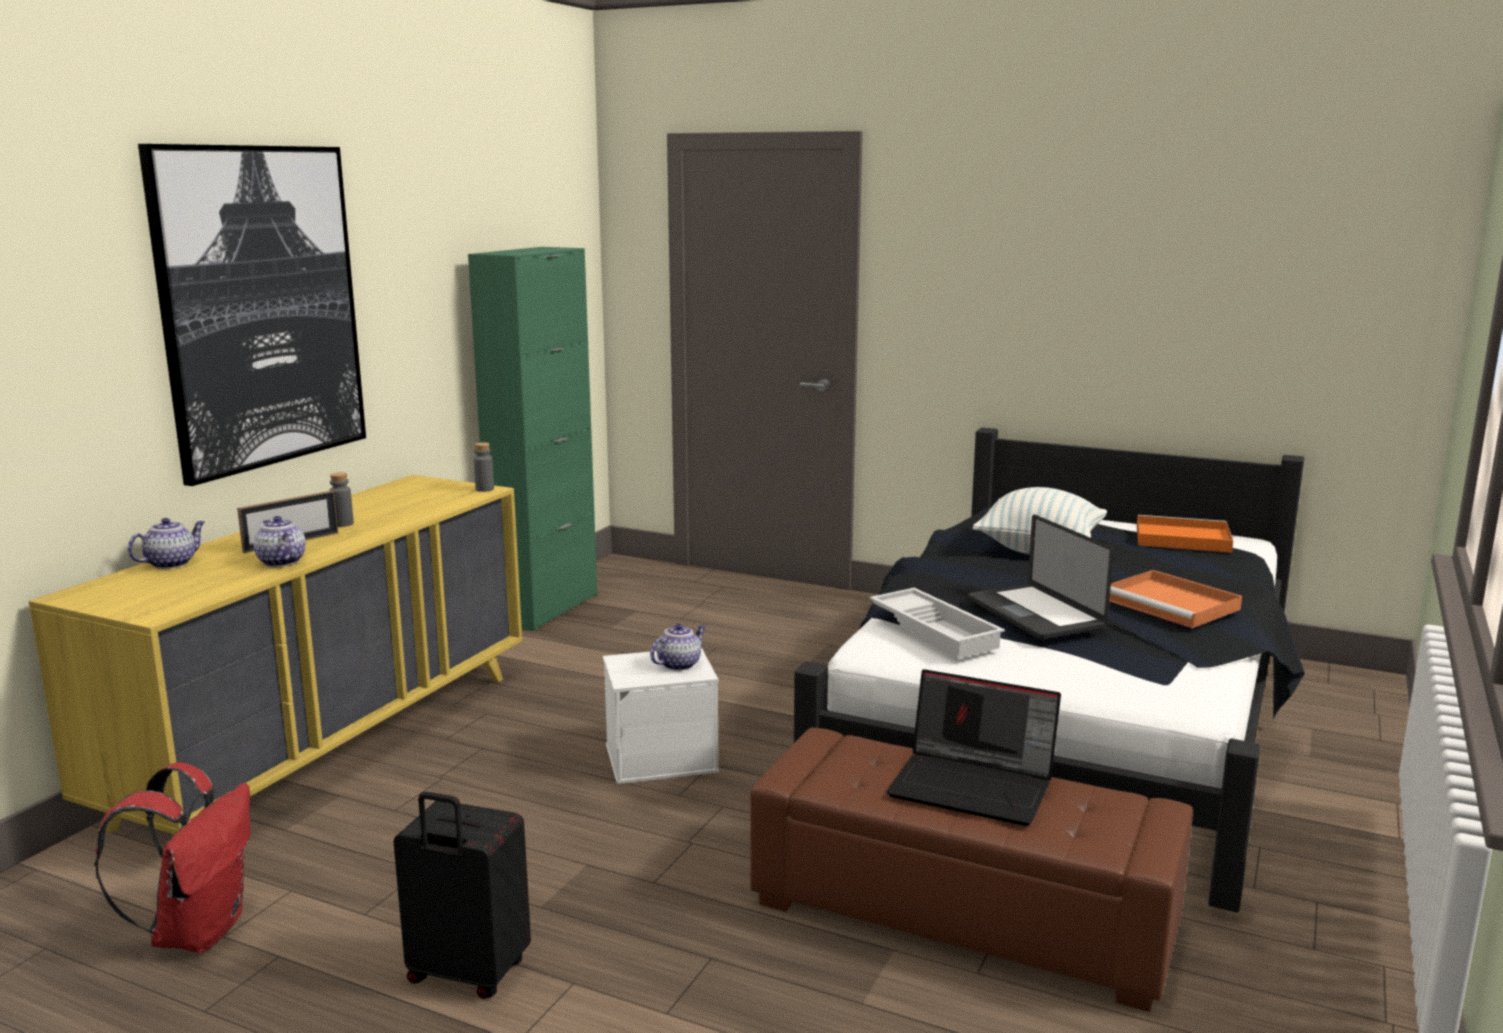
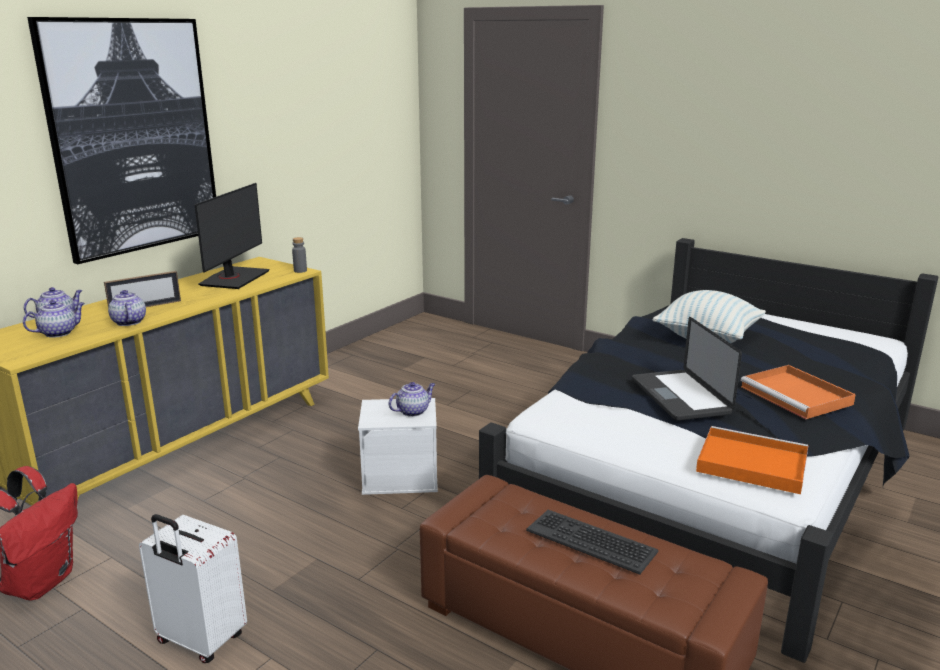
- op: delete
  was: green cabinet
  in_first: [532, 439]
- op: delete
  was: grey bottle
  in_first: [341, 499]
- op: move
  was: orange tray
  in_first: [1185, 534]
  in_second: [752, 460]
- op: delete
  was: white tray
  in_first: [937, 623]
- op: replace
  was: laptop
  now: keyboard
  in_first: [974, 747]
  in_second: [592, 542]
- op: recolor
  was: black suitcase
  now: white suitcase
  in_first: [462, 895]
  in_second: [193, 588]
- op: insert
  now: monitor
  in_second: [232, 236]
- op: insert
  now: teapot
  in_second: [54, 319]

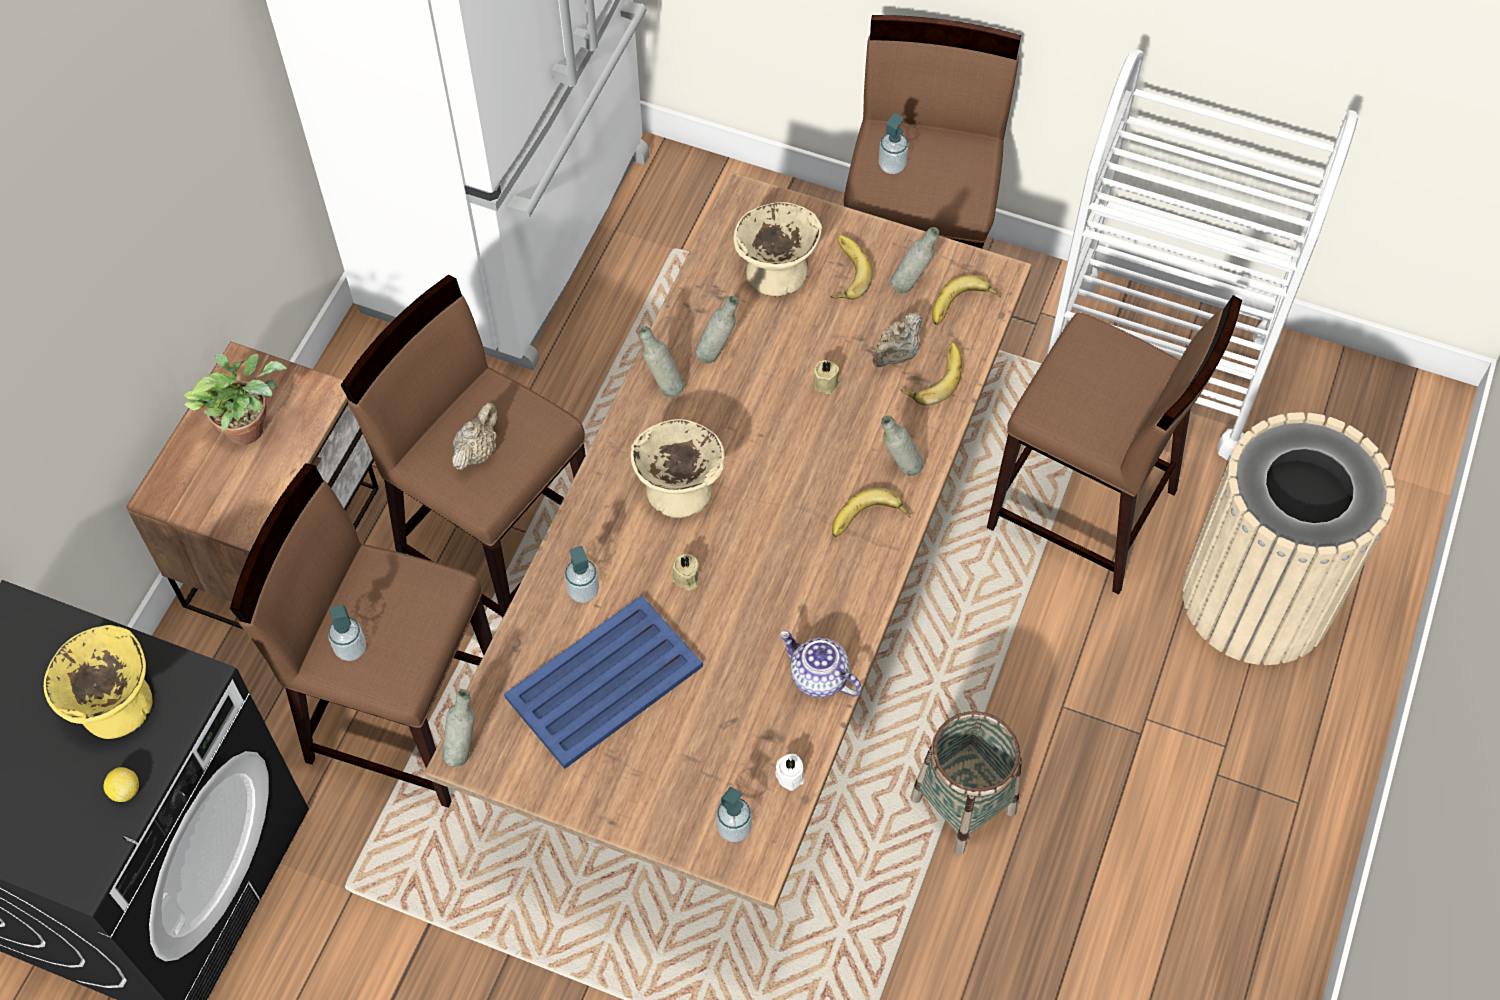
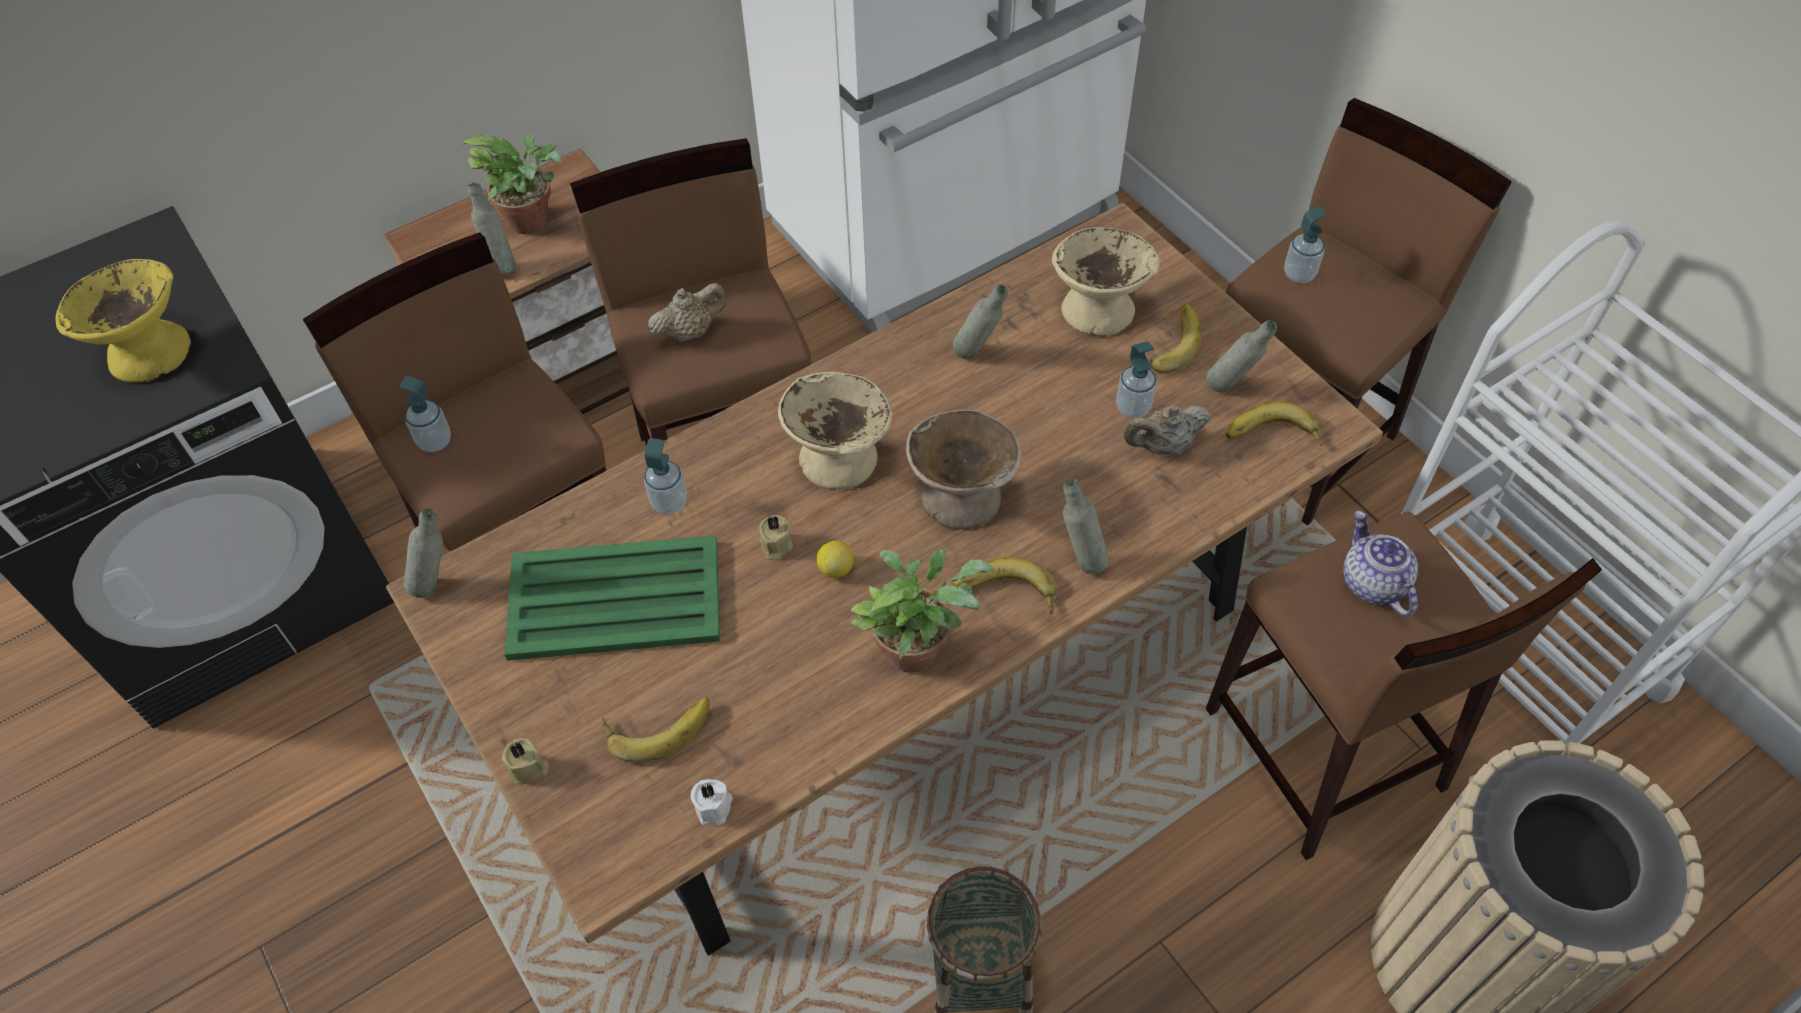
- op: move
  was: grey bottle
  in_first: [661, 361]
  in_second: [492, 228]
- op: move
  was: banana
  in_first: [931, 374]
  in_second: [655, 730]
- op: move
  was: beige candle
  in_first: [827, 377]
  in_second: [525, 762]
- op: recolor
  was: blue tray
  now: green tray
  in_first: [603, 682]
  in_second: [612, 598]
- op: move
  was: teapot
  in_first: [821, 664]
  in_second: [1380, 564]
- op: move
  was: lemon
  in_first: [121, 784]
  in_second: [835, 559]
- op: move
  was: soap dispenser
  in_first: [734, 814]
  in_second: [1136, 380]
- op: insert
  now: beige bowl
  in_second: [963, 470]
- op: insert
  now: potted plant
  in_second: [922, 611]

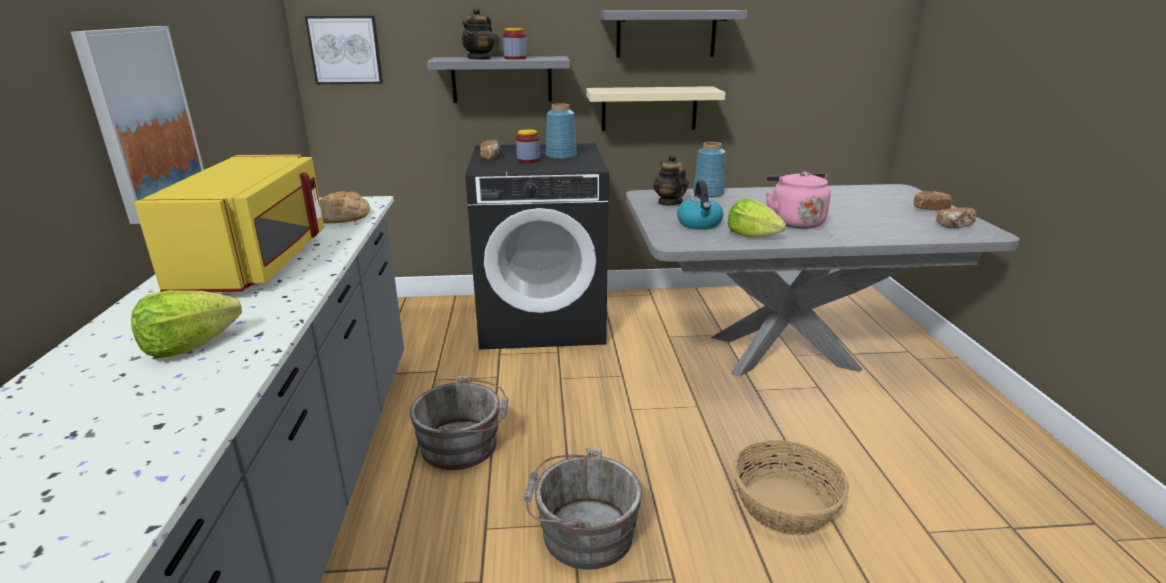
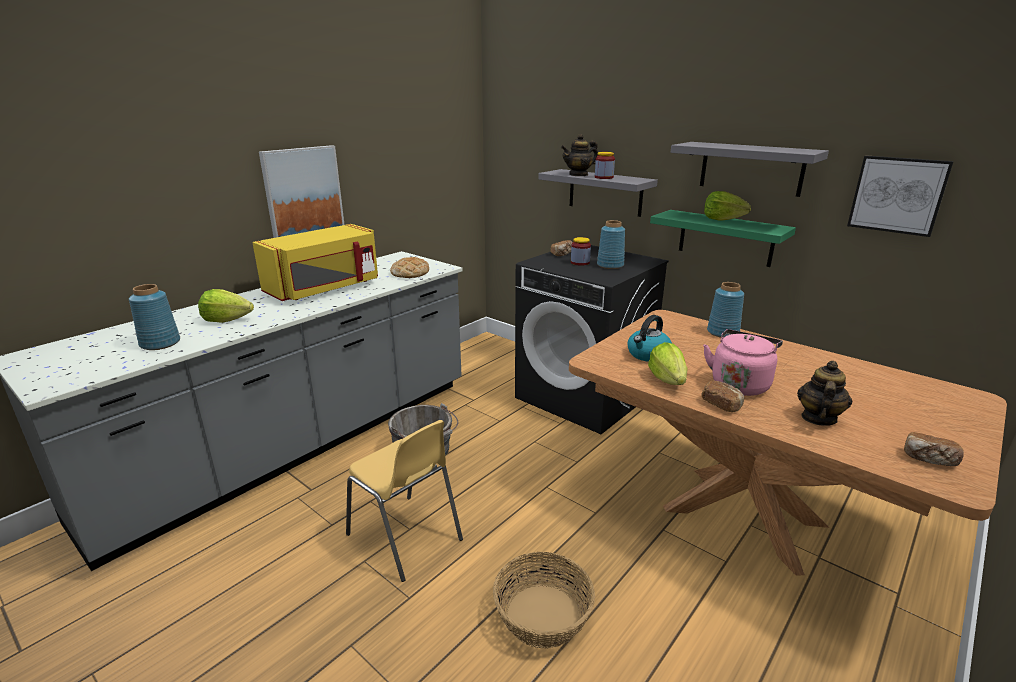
- op: move
  was: picture
  in_first: [344, 50]
  in_second: [900, 196]
- op: recolor
  was: beige shelf
  now: green shelf
  in_first: [656, 108]
  in_second: [723, 238]
- op: move
  was: teapot
  in_first: [671, 180]
  in_second: [824, 393]
- op: recolor
  was: grey dining table
  now: brown dining table
  in_first: [823, 280]
  in_second: [788, 443]
- op: move
  was: bread
  in_first: [933, 200]
  in_second: [723, 396]
- op: replace
  was: grey bucket
  now: yellow chair
  in_first: [582, 509]
  in_second: [404, 501]
- op: insert
  now: lettuce
  in_second: [727, 206]
- op: insert
  now: blue vase
  in_second: [154, 317]

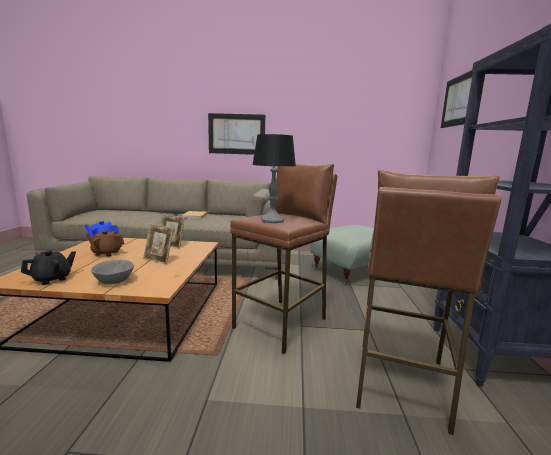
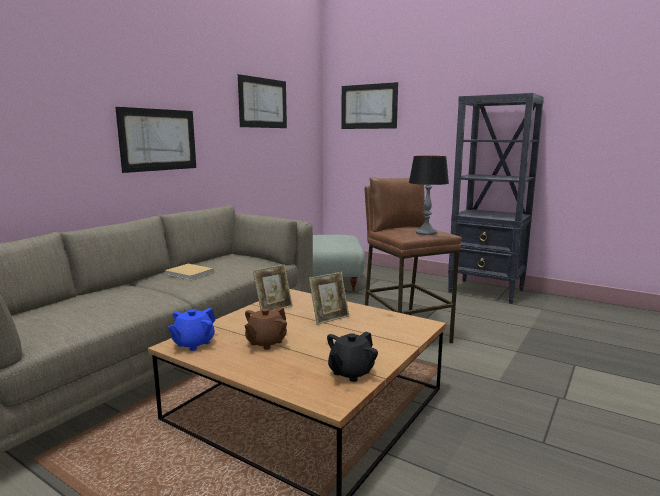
- op: delete
  was: brown stool
  in_first: [428, 302]
- op: rotate
  was: black teapot
  in_first: [48, 267]
  in_second: [352, 357]
  clockwise: -120
- op: delete
  was: grey bowl
  in_first: [112, 272]
- op: insert
  now: picture
  in_second: [262, 101]

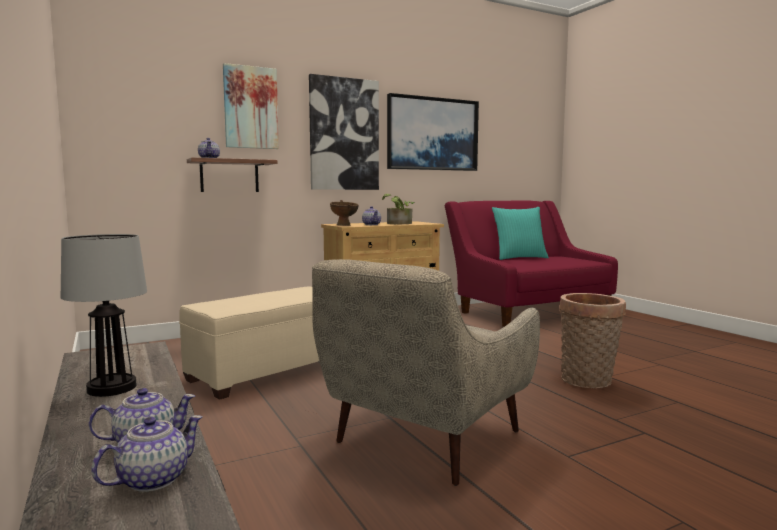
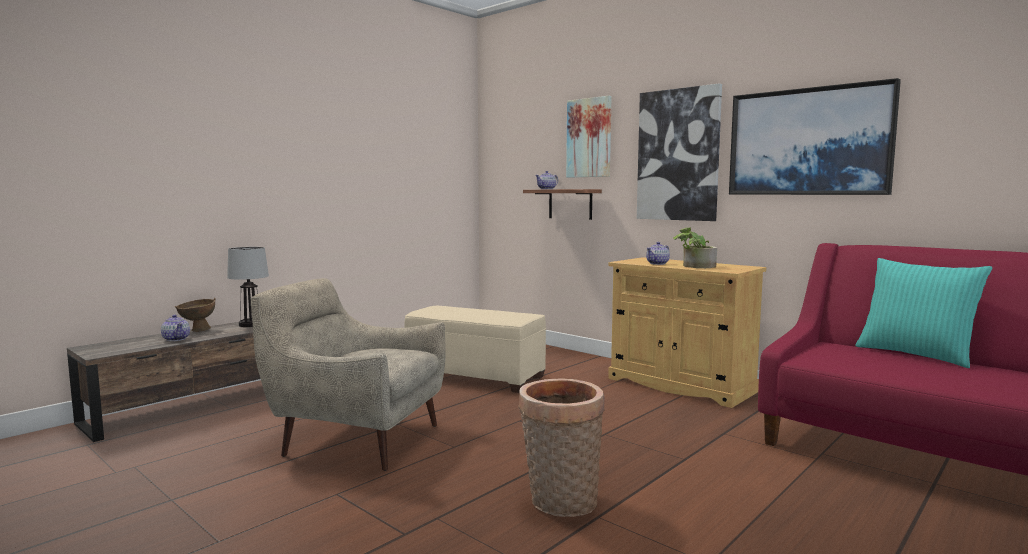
- op: move
  was: brown bowl
  in_first: [344, 213]
  in_second: [195, 315]
- op: delete
  was: teapot
  in_first: [147, 453]

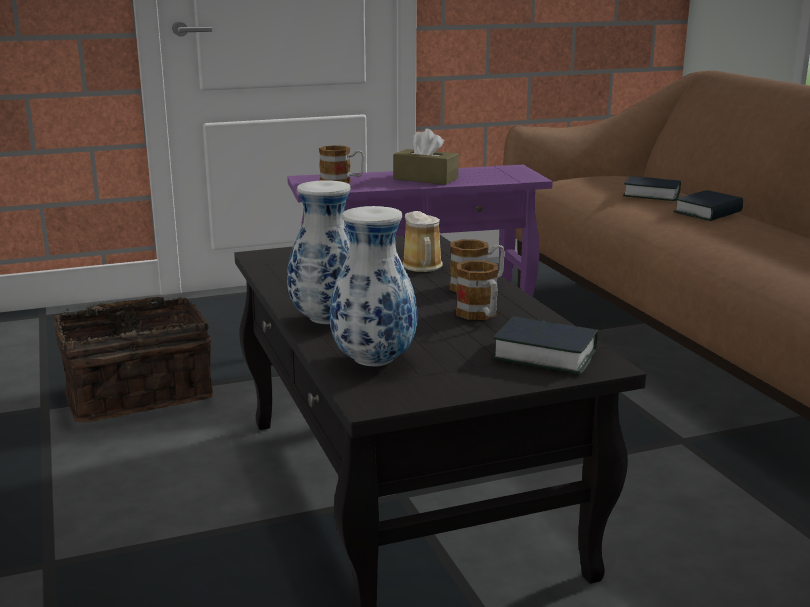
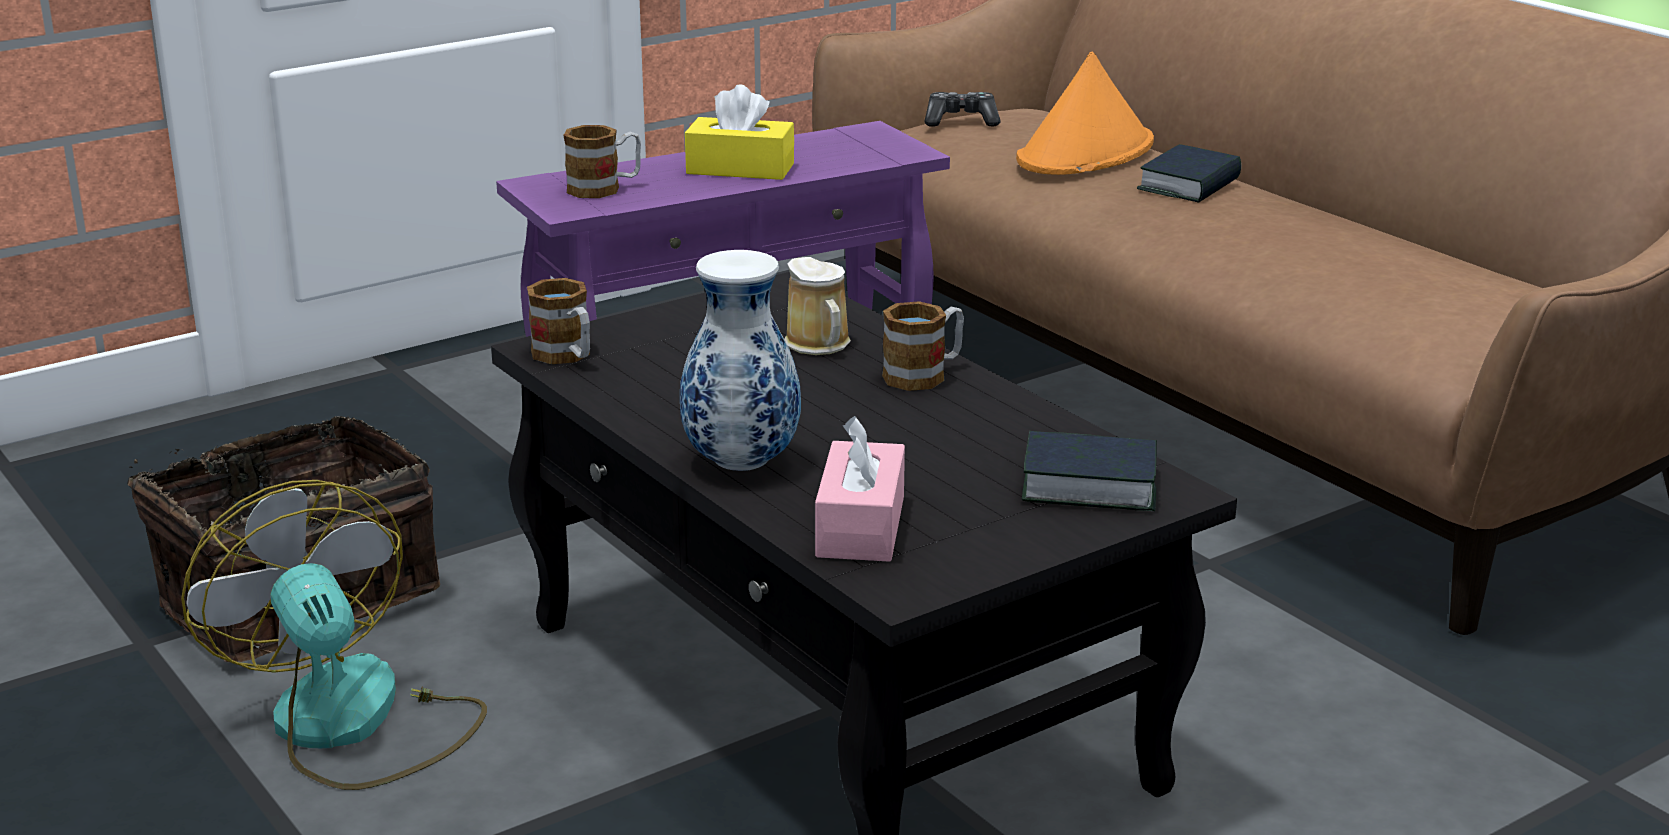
- op: recolor
  was: brown tissue box
  now: yellow tissue box
  in_first: [426, 157]
  in_second: [739, 132]
- op: replace
  was: book
  now: orange hat
  in_first: [652, 188]
  in_second: [1085, 113]
- op: replace
  was: vase
  now: pink tissue box
  in_first: [373, 286]
  in_second: [860, 489]
- op: move
  was: mug
  in_first: [477, 290]
  in_second: [558, 321]
- op: insert
  now: game controller
  in_second: [962, 109]
- op: insert
  now: fan
  in_second: [334, 635]

